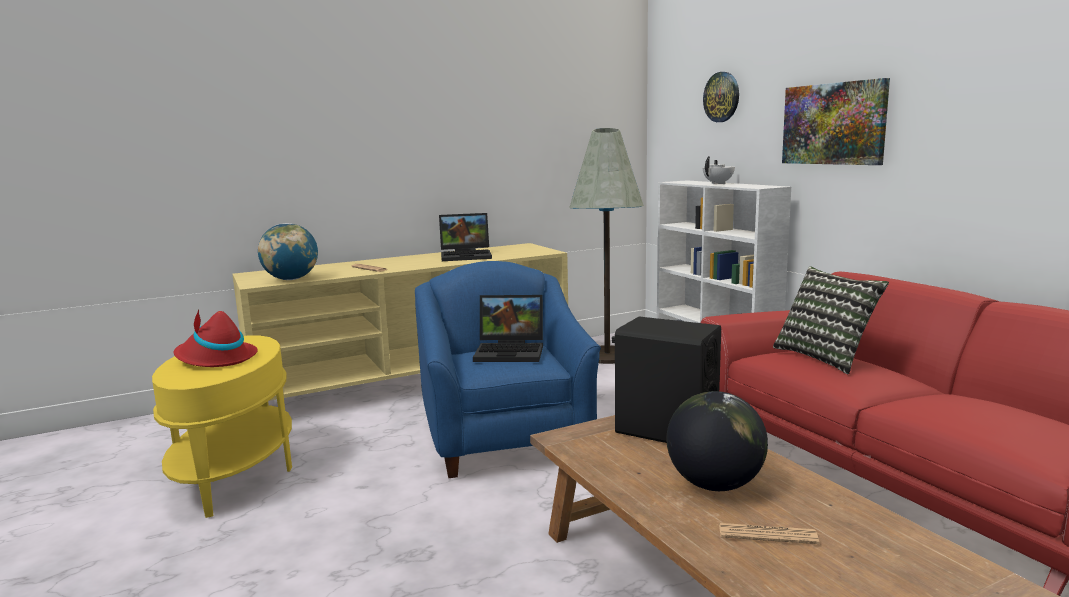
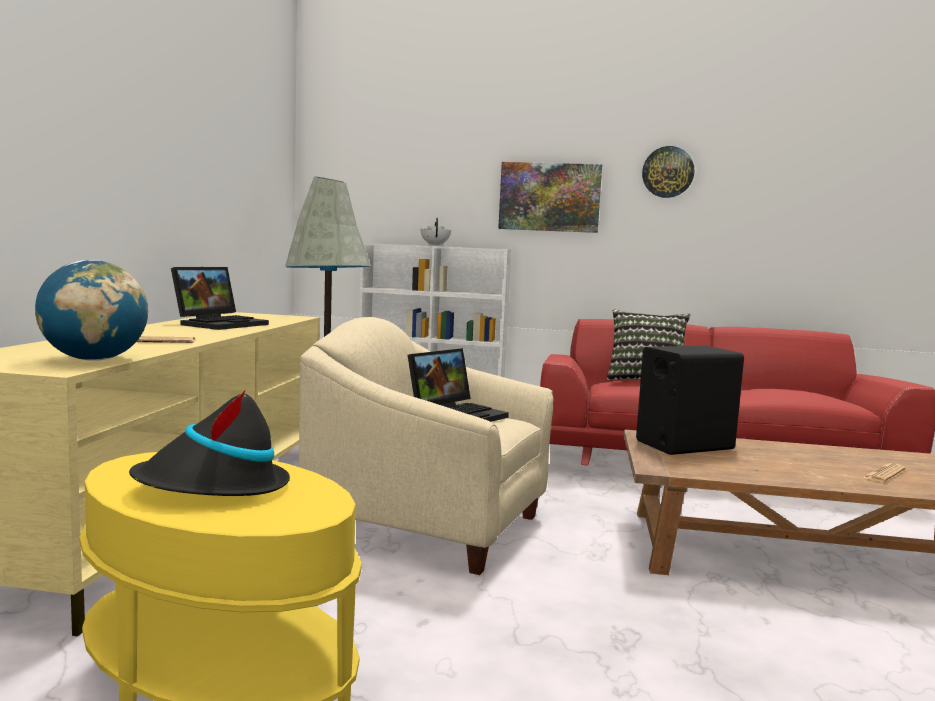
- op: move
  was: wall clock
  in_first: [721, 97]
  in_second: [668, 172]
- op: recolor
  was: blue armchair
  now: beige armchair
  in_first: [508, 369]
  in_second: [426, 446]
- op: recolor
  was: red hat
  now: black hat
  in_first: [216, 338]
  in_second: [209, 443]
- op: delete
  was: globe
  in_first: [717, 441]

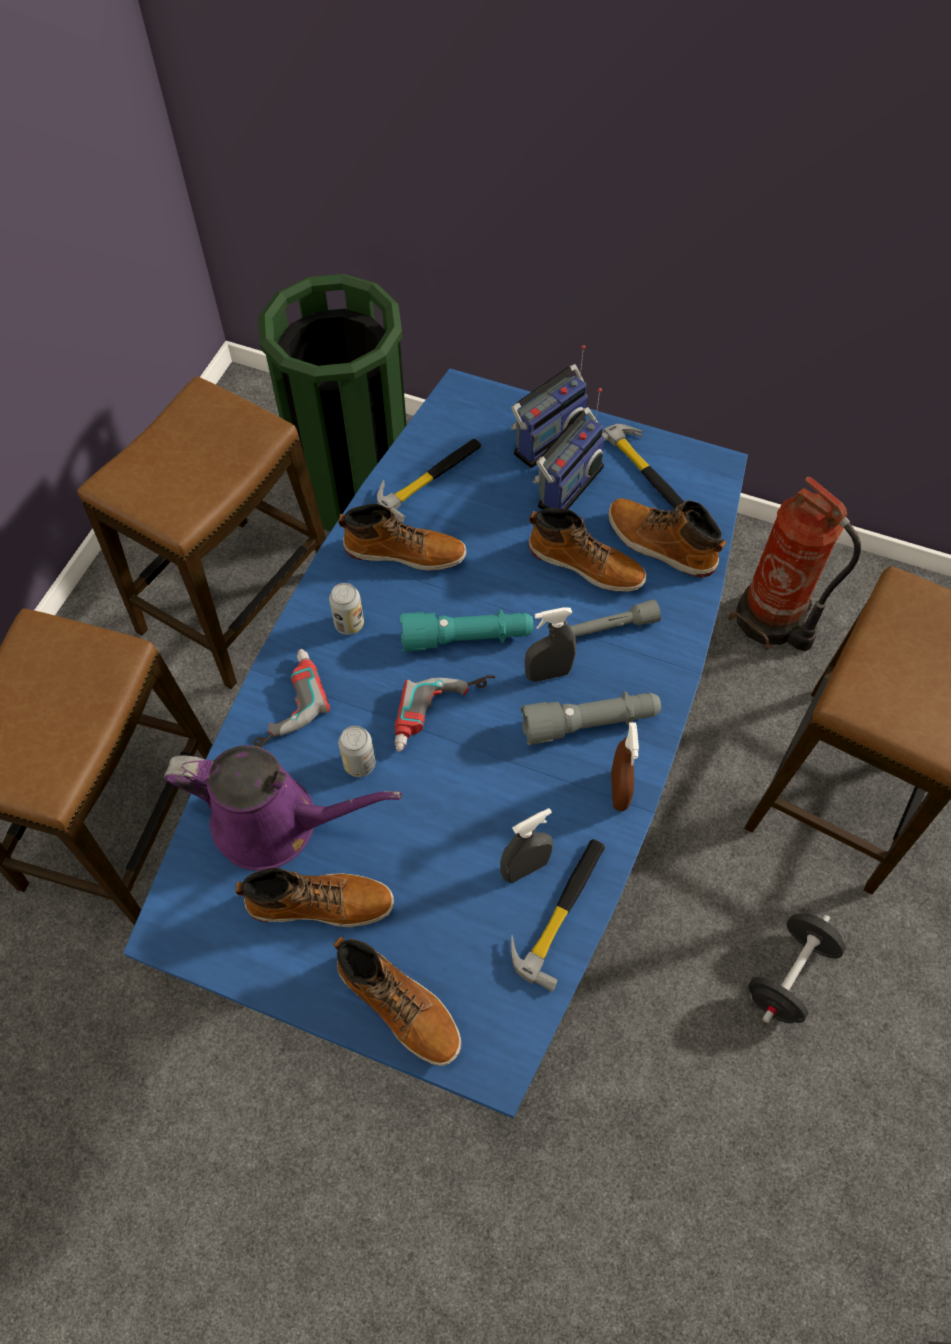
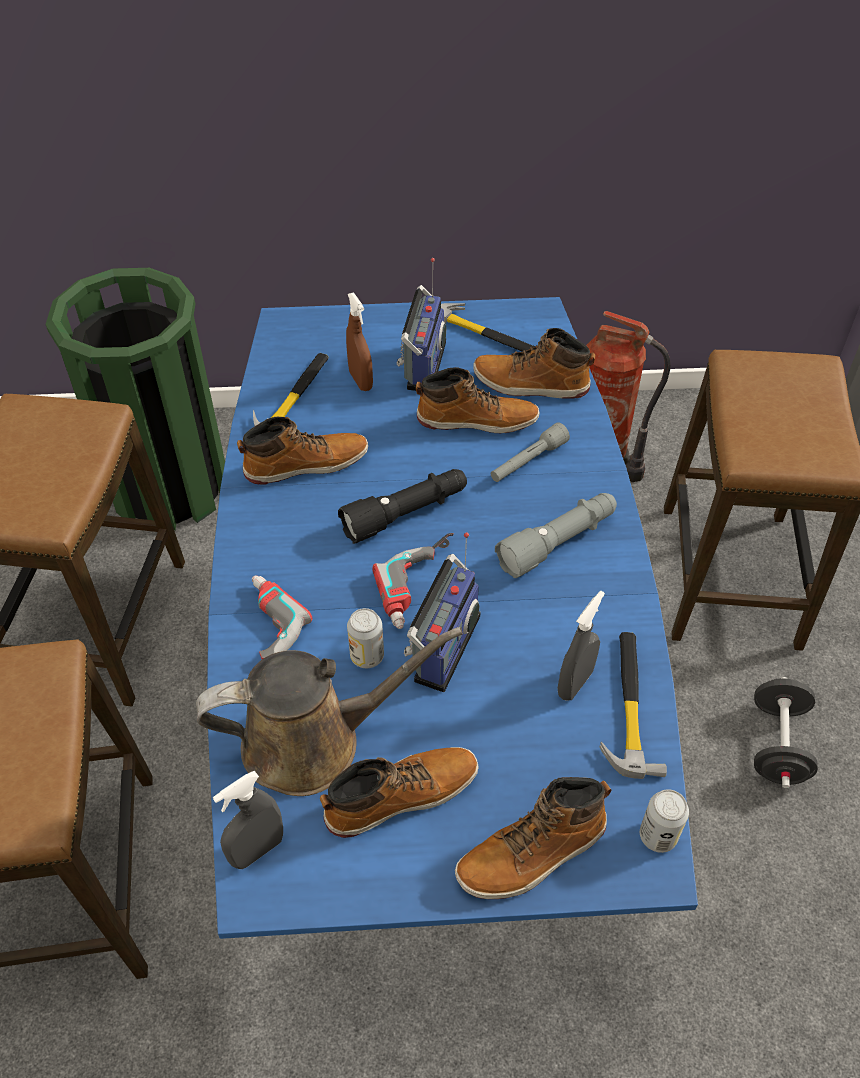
- op: move
  was: radio
  in_first: [549, 406]
  in_second: [442, 612]
- op: move
  was: can
  in_first: [346, 609]
  in_second: [664, 821]
- op: move
  was: grey spray bottle
  in_first: [550, 644]
  in_second: [248, 820]
- op: recolor
  was: turquoise flashlight
  now: black flashlight
  in_first: [467, 631]
  in_second: [402, 506]
- op: move
  was: brown spray bottle
  in_first: [625, 767]
  in_second: [359, 341]
- op: recolor
  was: purple watering can
  now: brown watering can
  in_first: [283, 808]
  in_second: [329, 711]
- op: rotate
  was: boot
  in_first: [397, 1001]
  in_second: [533, 838]
  clockwise: 135

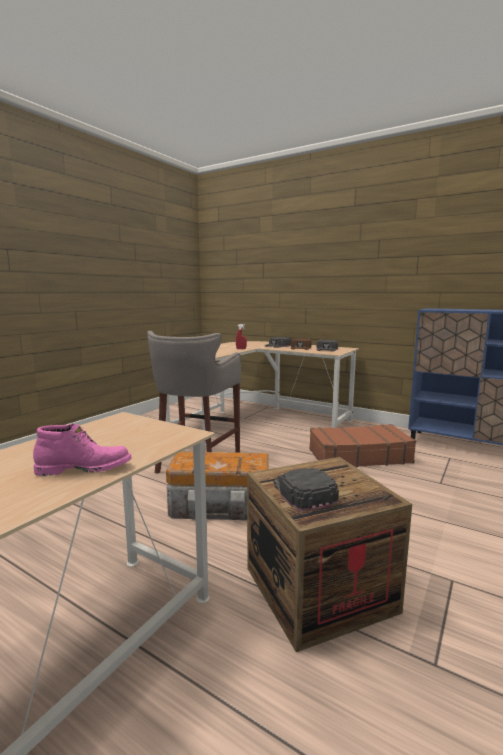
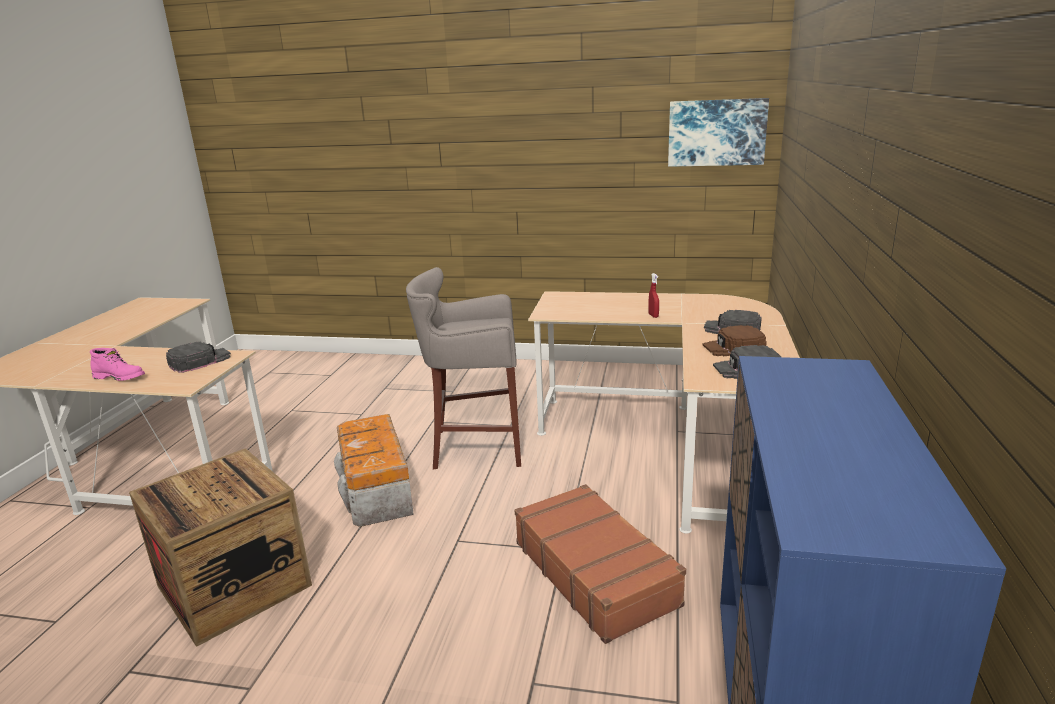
- op: rotate
  was: pink boot
  in_first: [82, 450]
  in_second: [117, 364]
  clockwise: -45
- op: move
  was: black cap
  in_first: [306, 489]
  in_second: [198, 357]
- op: insert
  now: picture
  in_second: [718, 132]

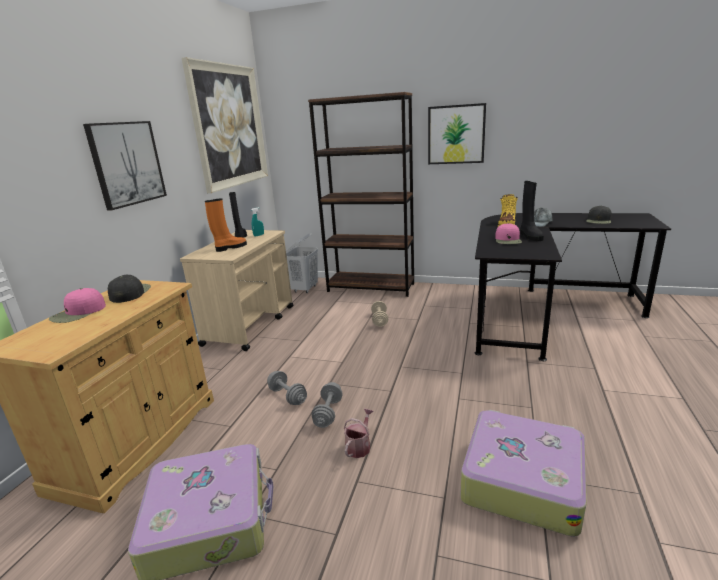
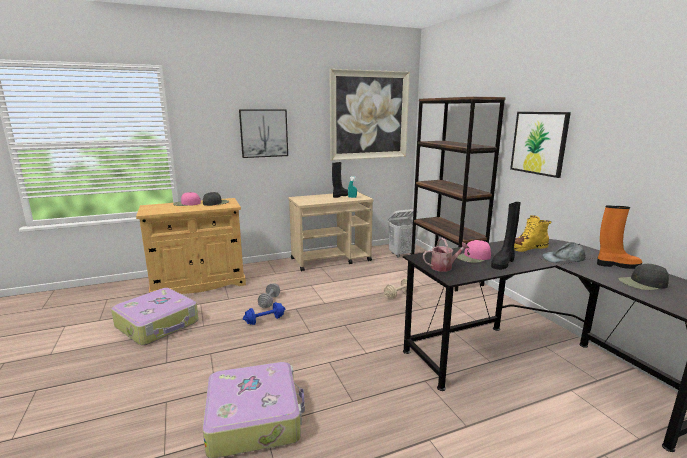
- op: move
  was: orange boot
  in_first: [226, 225]
  in_second: [620, 237]
- op: recolor
  was: grey dumbbell
  now: blue dumbbell
  in_first: [327, 405]
  in_second: [264, 313]
- op: move
  was: watering can
  in_first: [359, 433]
  in_second: [446, 255]

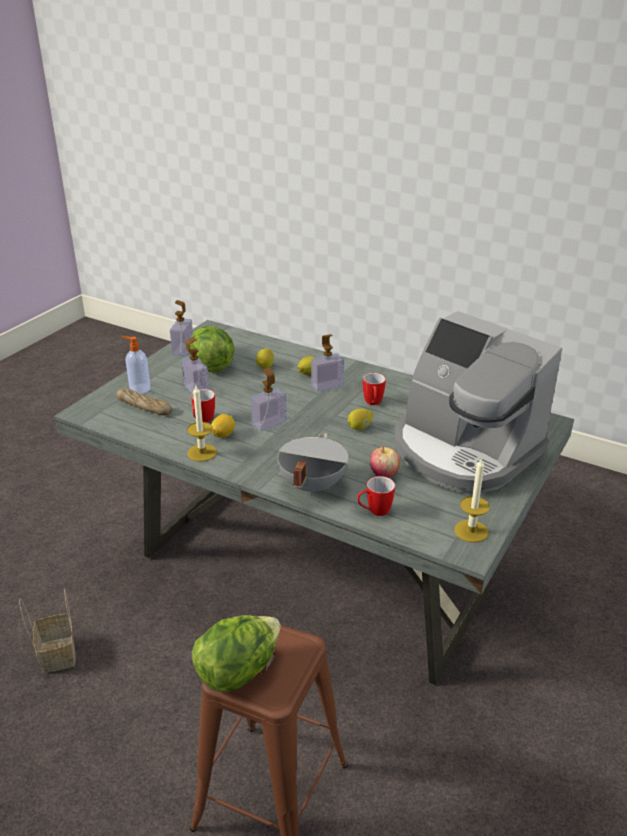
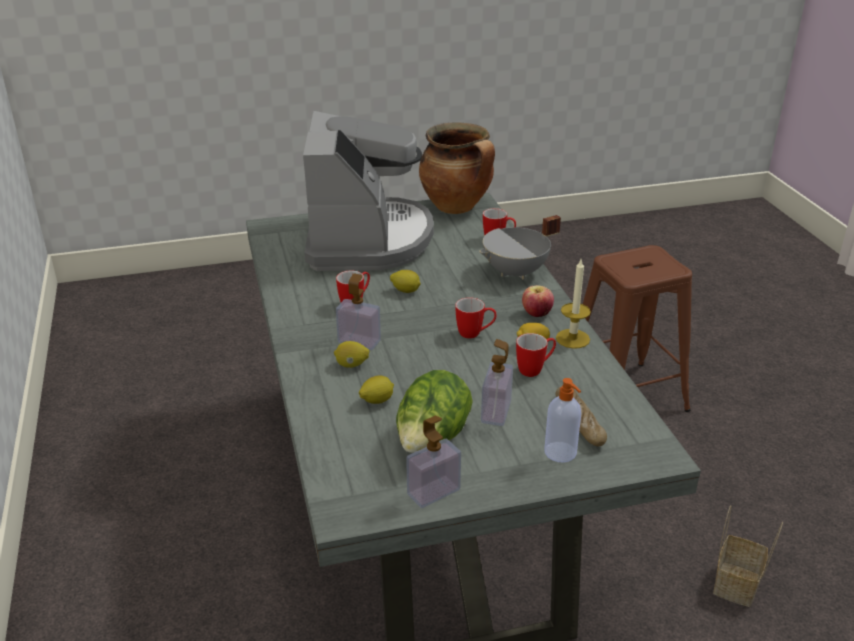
- op: replace
  was: soap dispenser
  now: mug
  in_first: [269, 399]
  in_second: [476, 318]
- op: move
  was: apple
  in_first: [385, 462]
  in_second: [538, 301]
- op: replace
  was: candle
  now: cooking pot
  in_first: [472, 500]
  in_second: [457, 168]
- op: delete
  was: lettuce
  in_first: [236, 653]

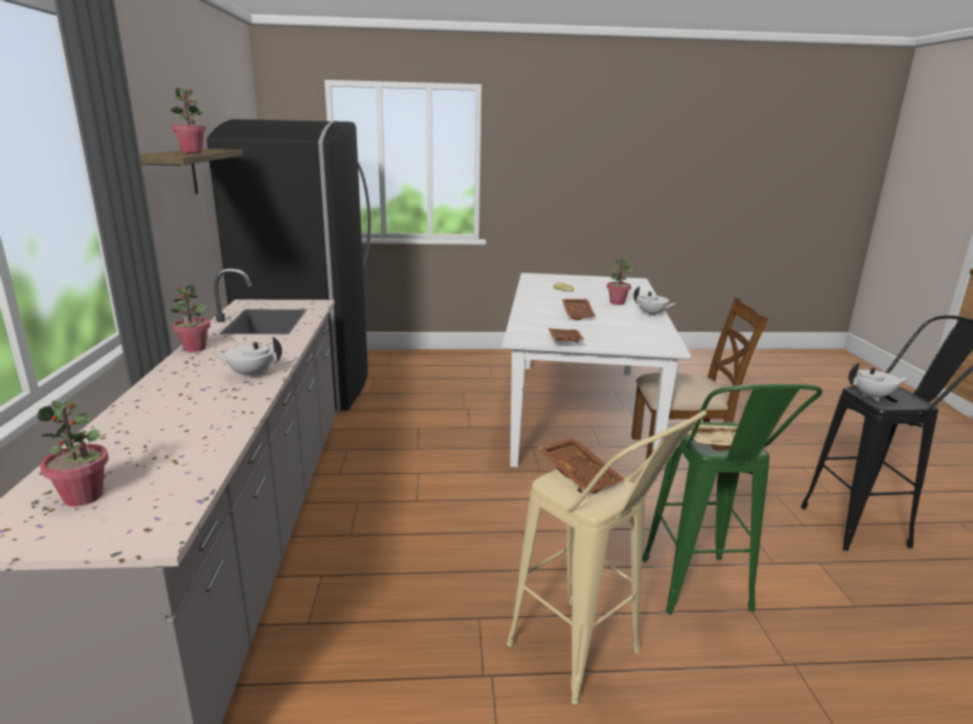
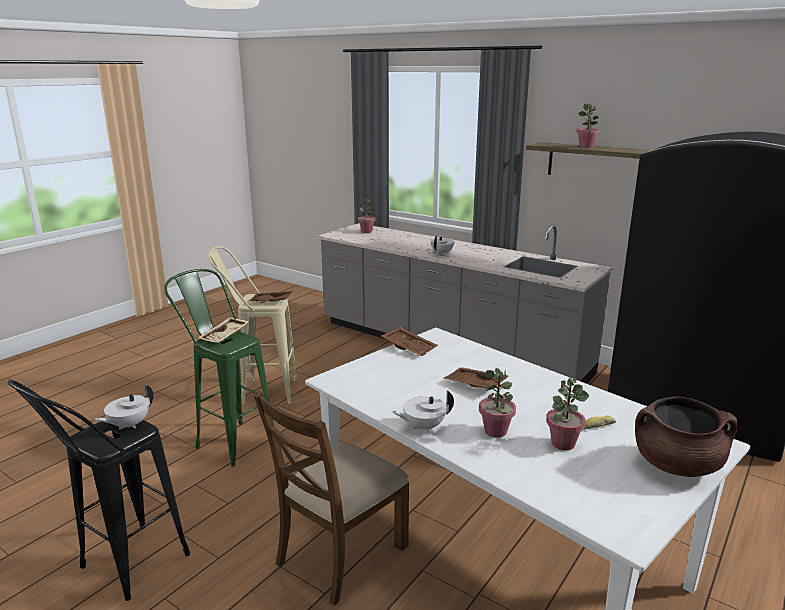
- op: move
  was: potted plant
  in_first: [190, 318]
  in_second: [567, 414]
- op: insert
  now: brown cooking pot
  in_second: [686, 437]

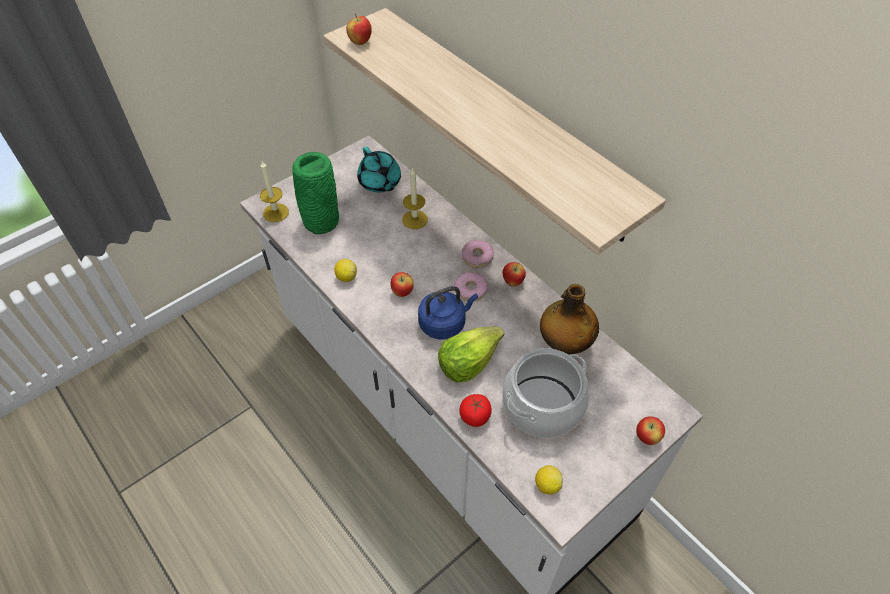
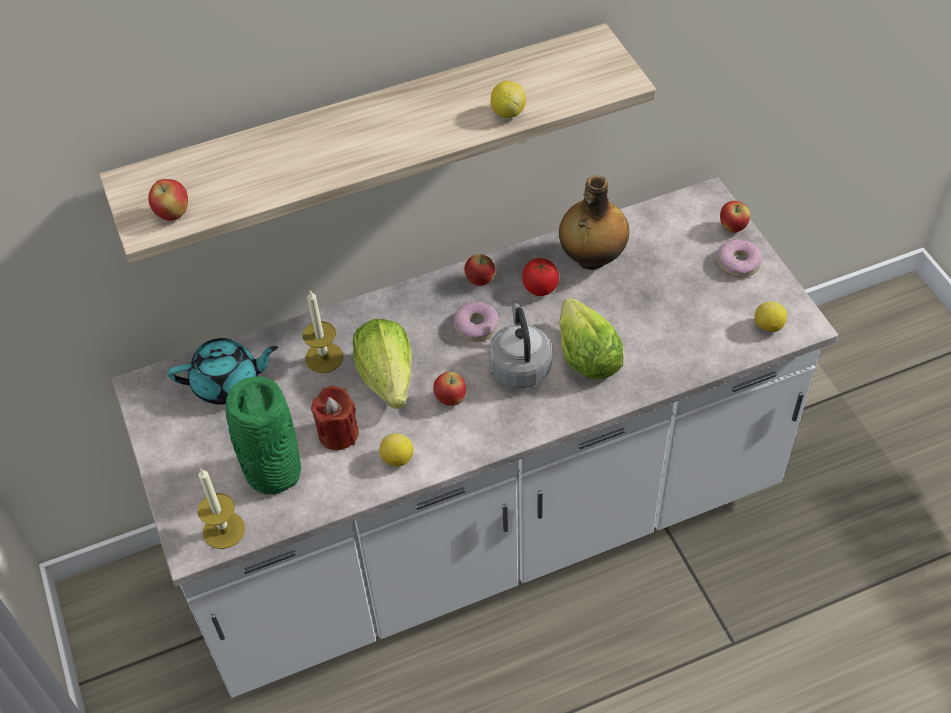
- op: move
  was: donut
  in_first: [478, 254]
  in_second: [739, 258]
- op: recolor
  was: blue kettle
  now: grey kettle
  in_first: [448, 312]
  in_second: [520, 345]
- op: delete
  was: cooking pot
  in_first: [545, 393]
- op: move
  was: tomato
  in_first: [475, 410]
  in_second: [540, 277]
- op: insert
  now: lemon
  in_second: [508, 99]
- op: insert
  now: lettuce
  in_second: [382, 364]
- op: insert
  now: red candle
  in_second: [335, 418]

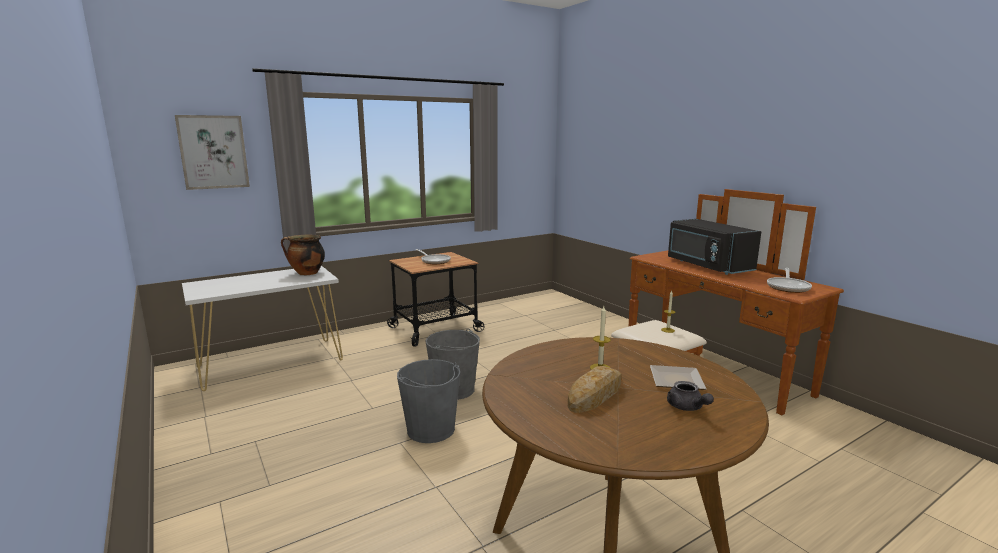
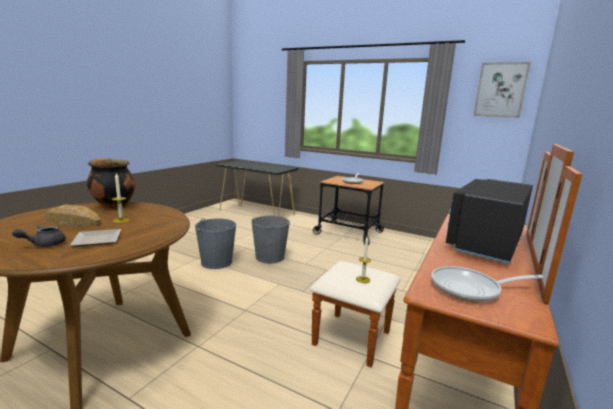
- op: move
  was: picture
  in_first: [212, 152]
  in_second: [502, 90]
- op: move
  was: cooking pot
  in_first: [303, 255]
  in_second: [111, 183]
- op: recolor
  was: white console table
  now: black console table
  in_first: [262, 328]
  in_second: [257, 188]

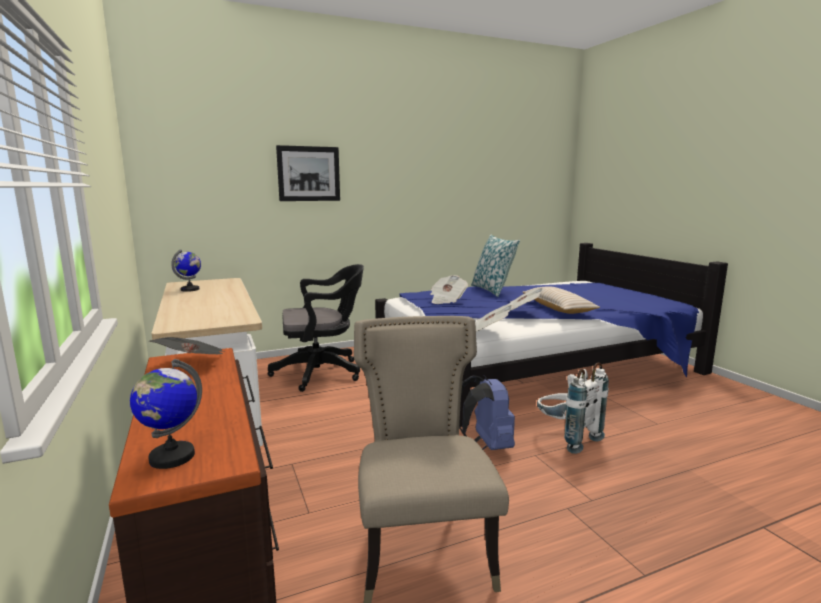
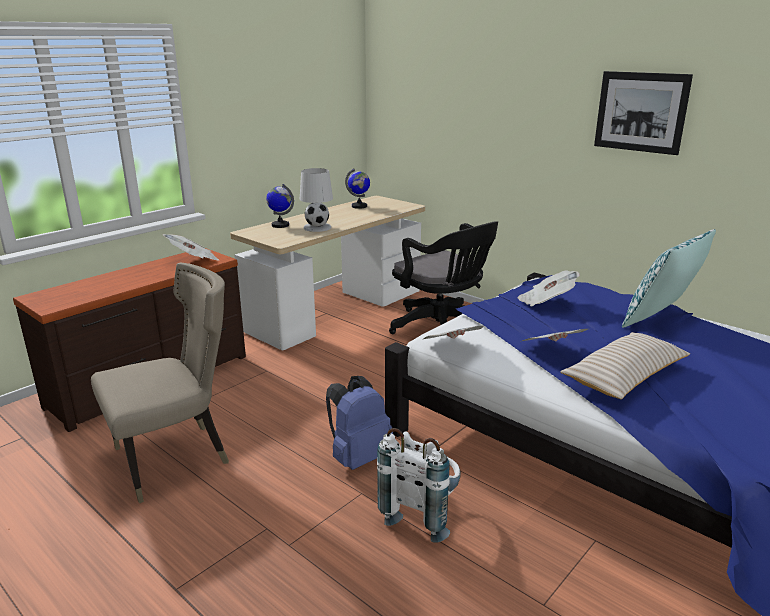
- op: move
  was: picture
  in_first: [308, 173]
  in_second: [643, 113]
- op: move
  was: globe
  in_first: [166, 414]
  in_second: [280, 206]
- op: insert
  now: white table lamp
  in_second: [316, 200]

